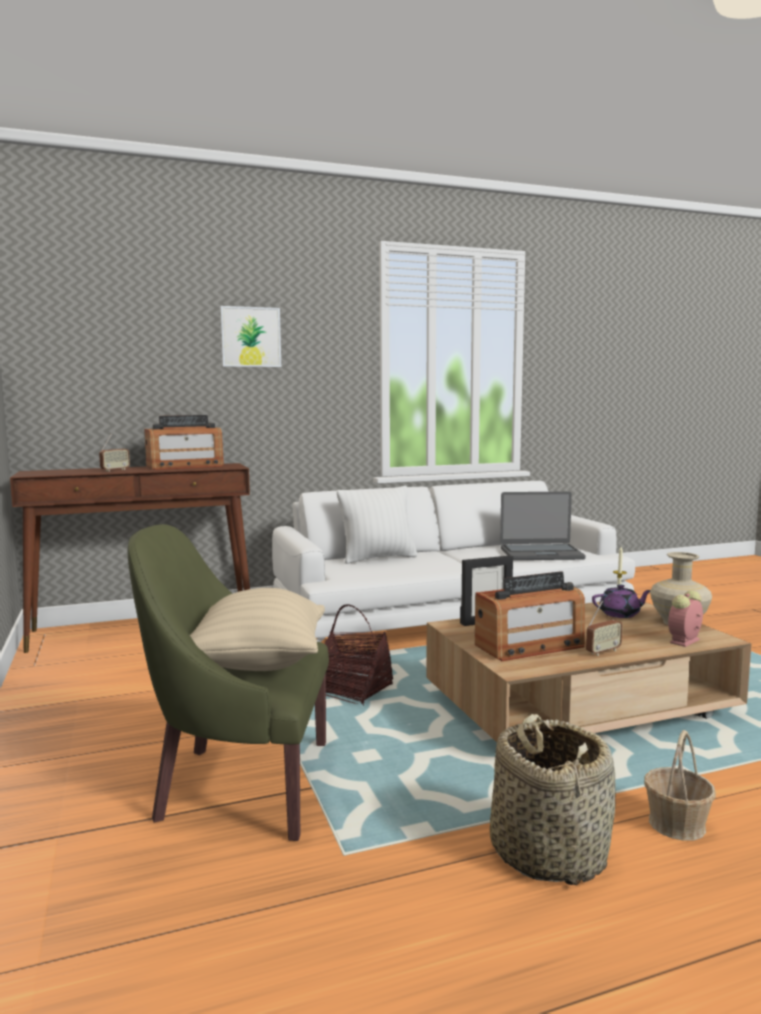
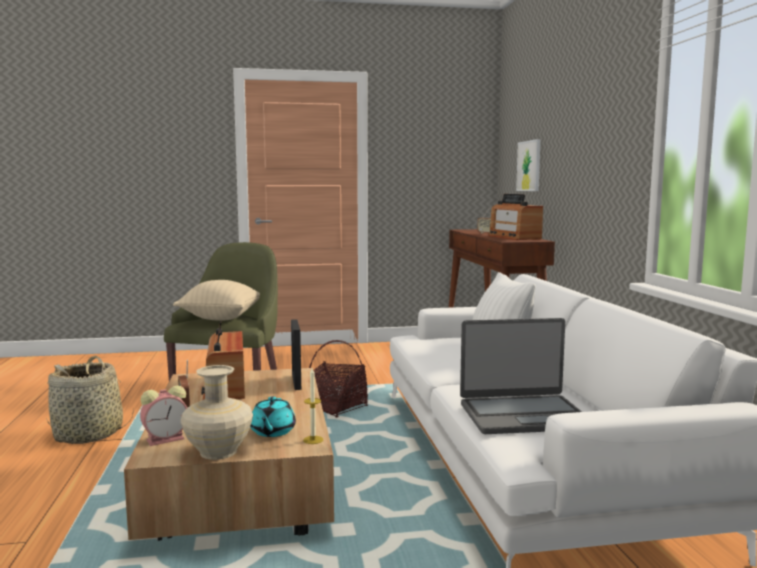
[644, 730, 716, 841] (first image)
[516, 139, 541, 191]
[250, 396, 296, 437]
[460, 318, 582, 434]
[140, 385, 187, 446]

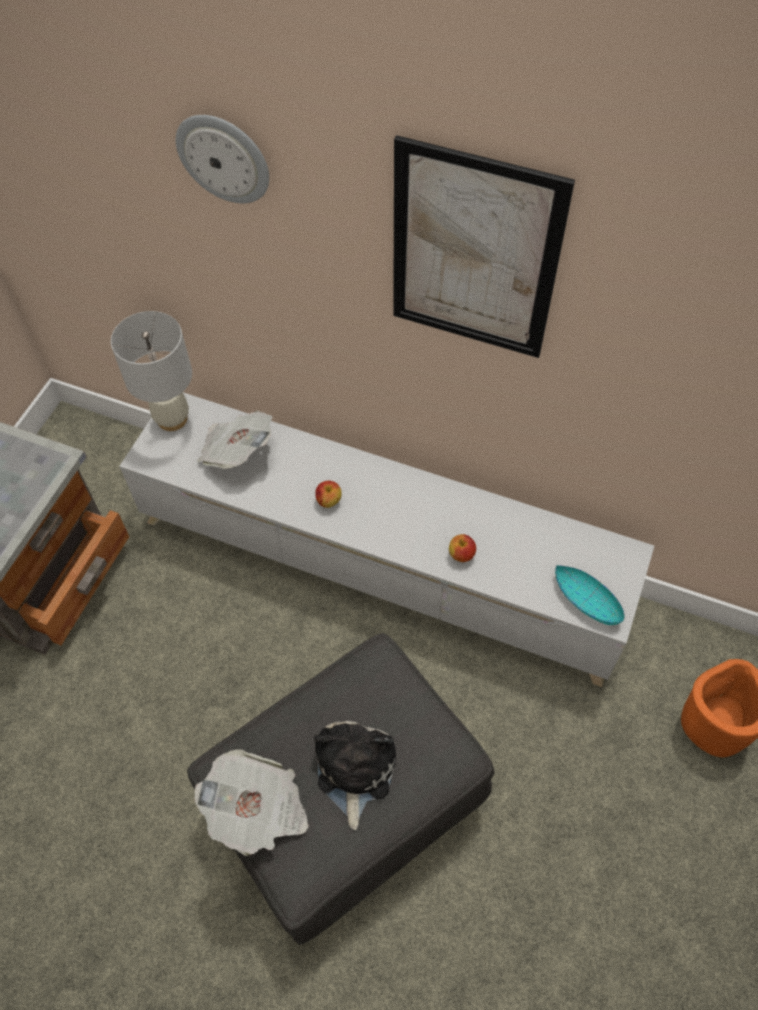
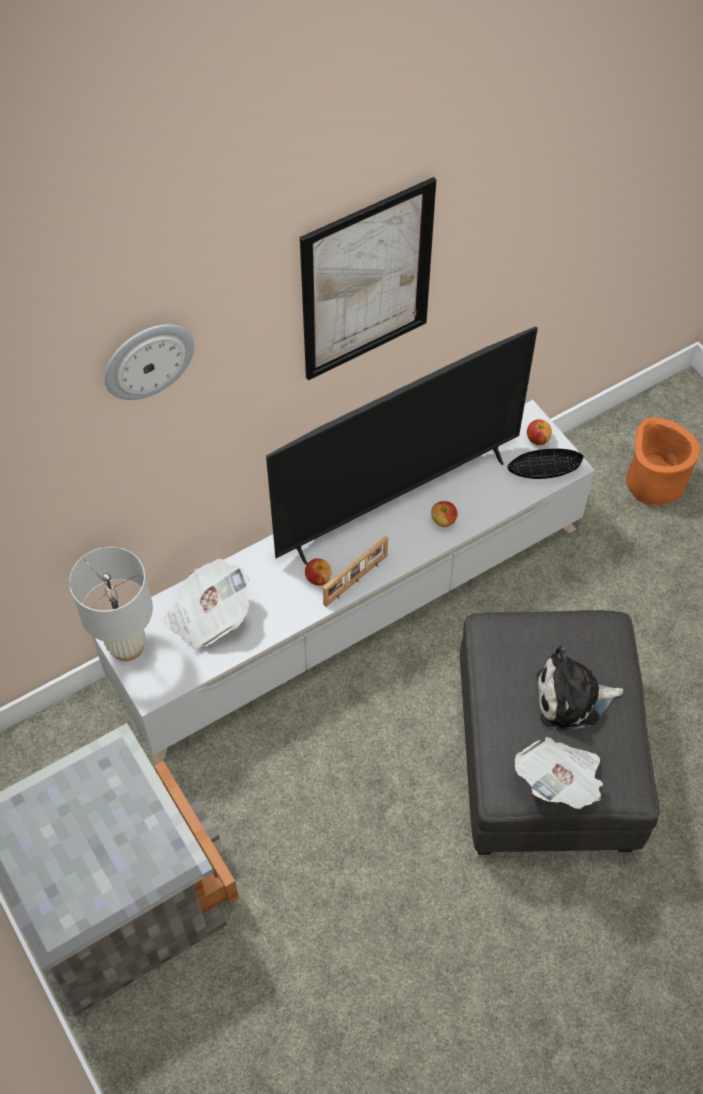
[266, 327, 538, 565]
[323, 535, 388, 607]
[527, 419, 552, 445]
[507, 448, 584, 479]
[536, 646, 623, 731]

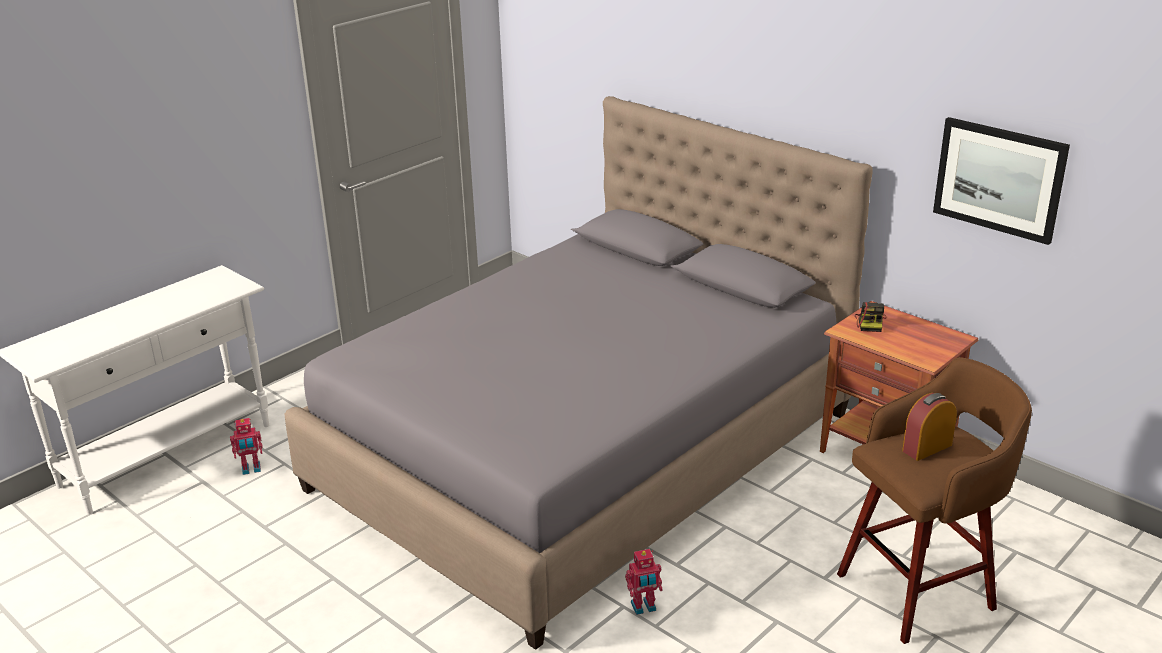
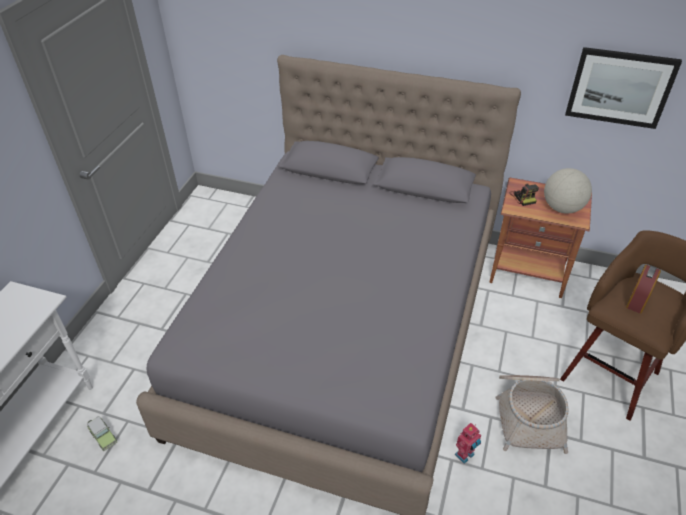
[496, 375, 569, 454]
[544, 168, 592, 214]
[87, 416, 117, 451]

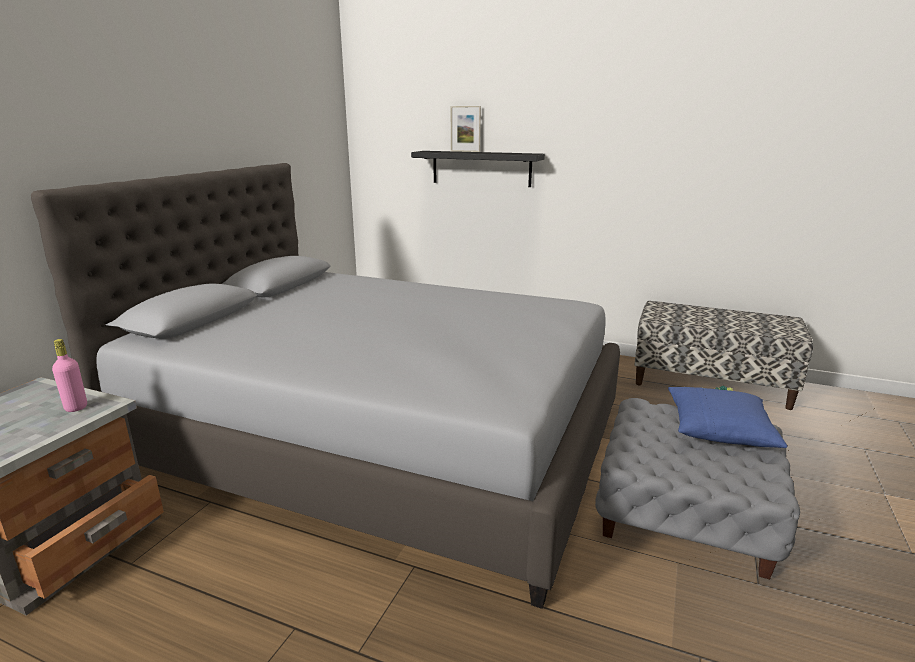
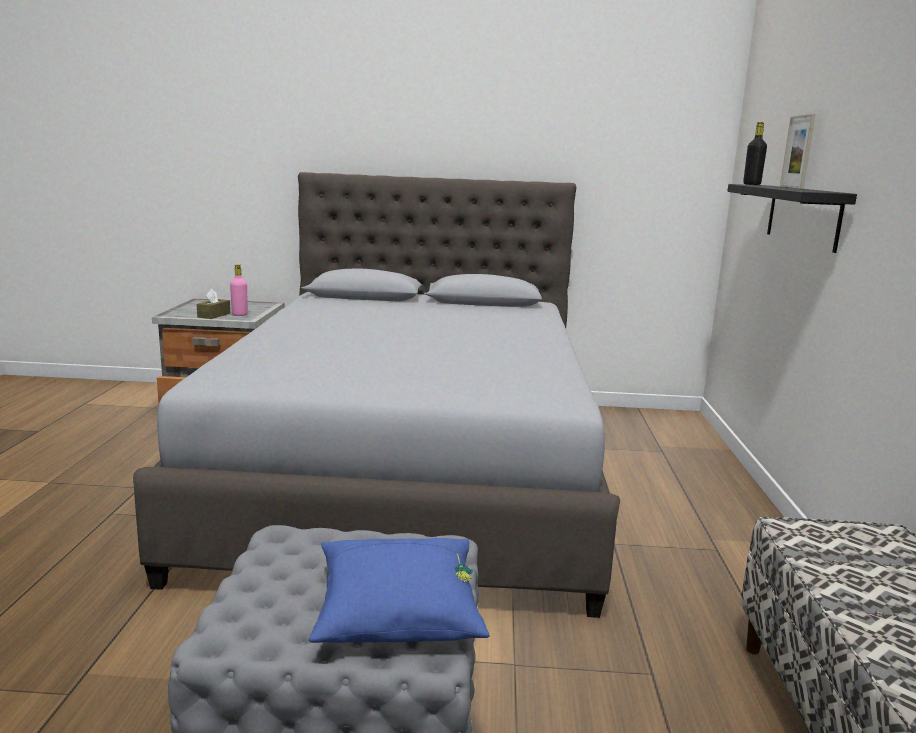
[197, 289, 230, 319]
[743, 122, 767, 185]

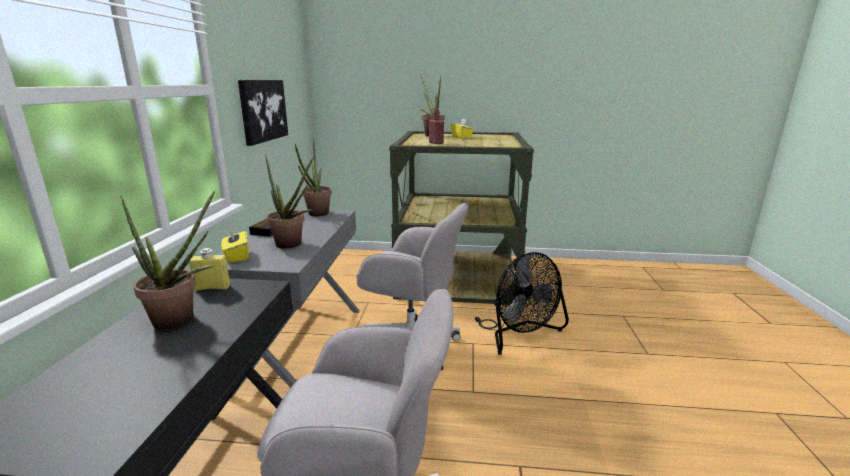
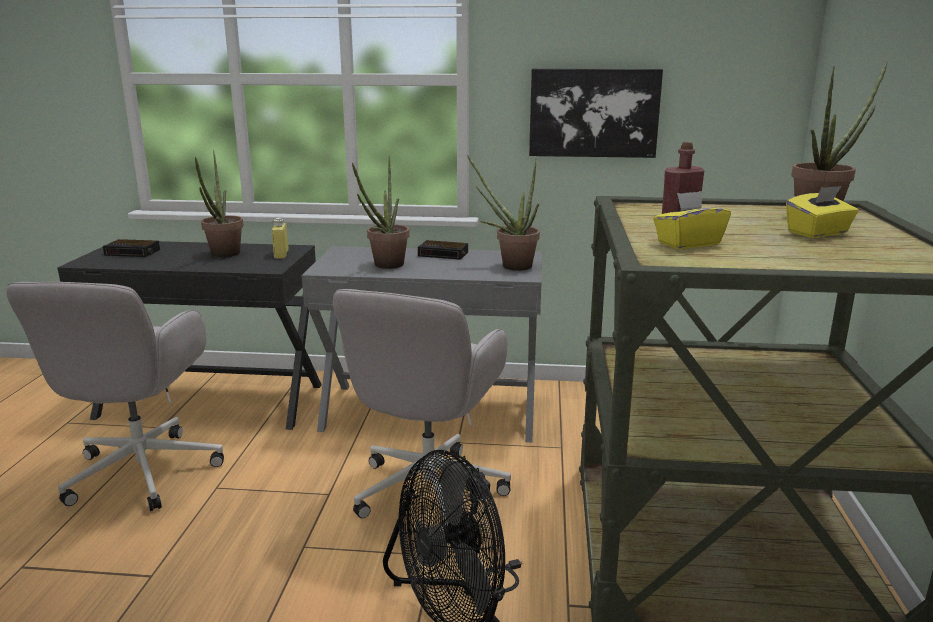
[103, 239, 160, 257]
[653, 191, 731, 249]

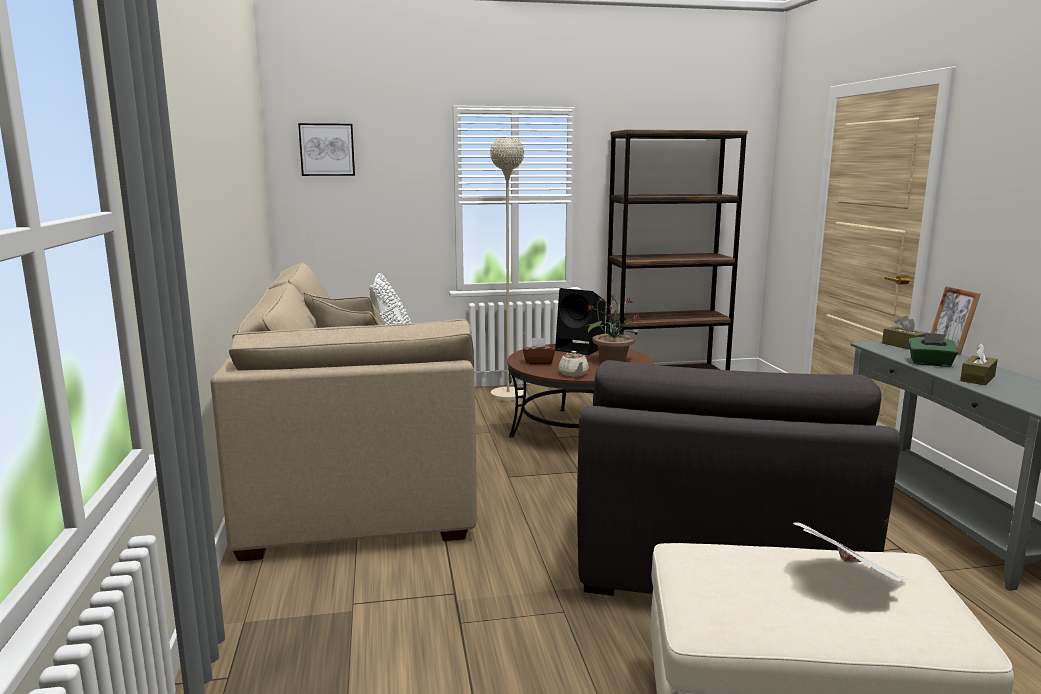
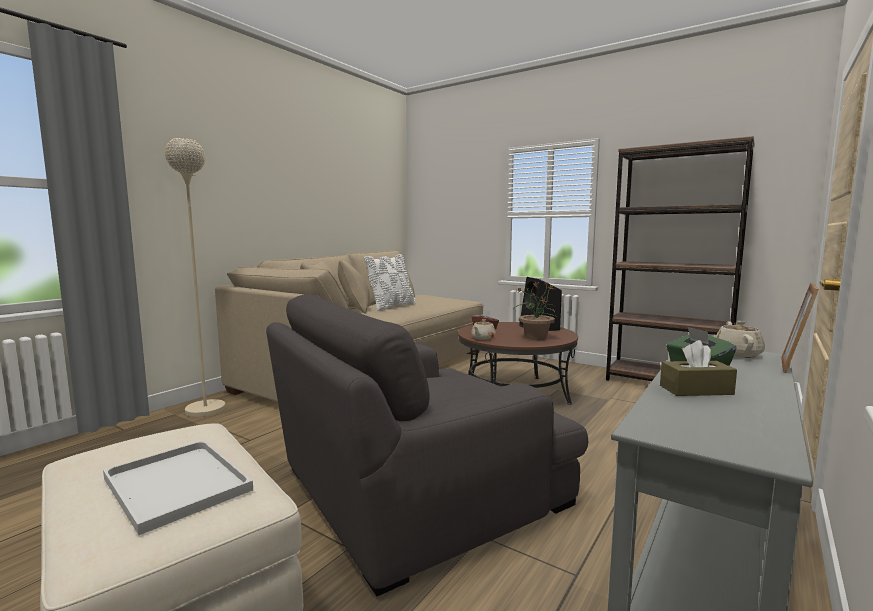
[298, 123, 355, 176] (first image)
[165, 138, 226, 417]
[103, 440, 253, 535]
[715, 321, 765, 358]

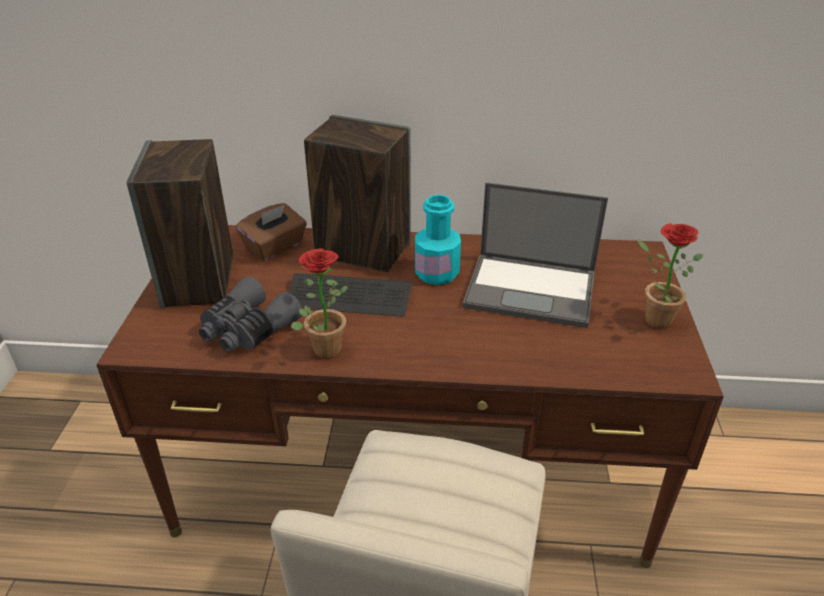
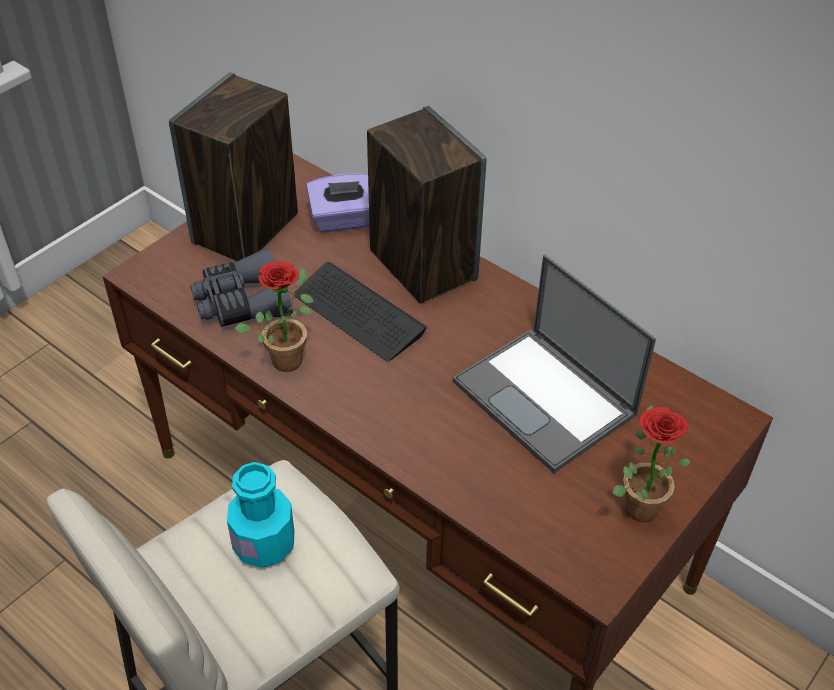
[227, 462, 294, 568]
[306, 174, 370, 232]

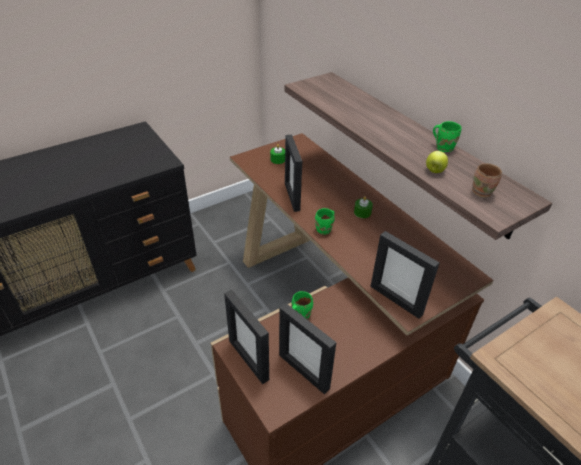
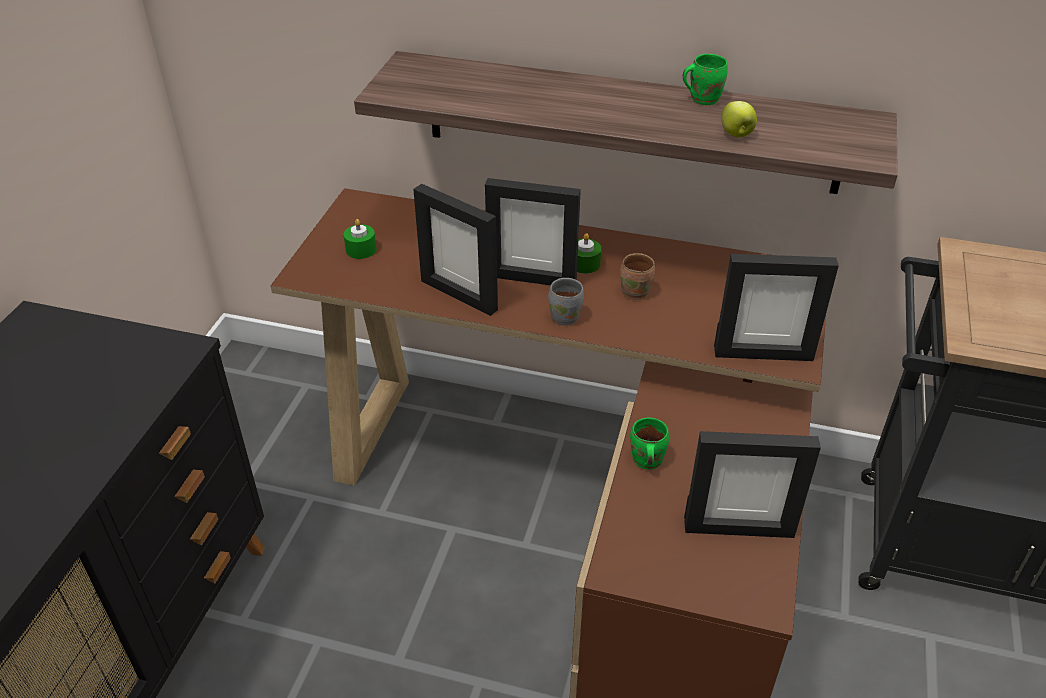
[485, 178, 581, 285]
[620, 253, 655, 300]
[548, 278, 584, 326]

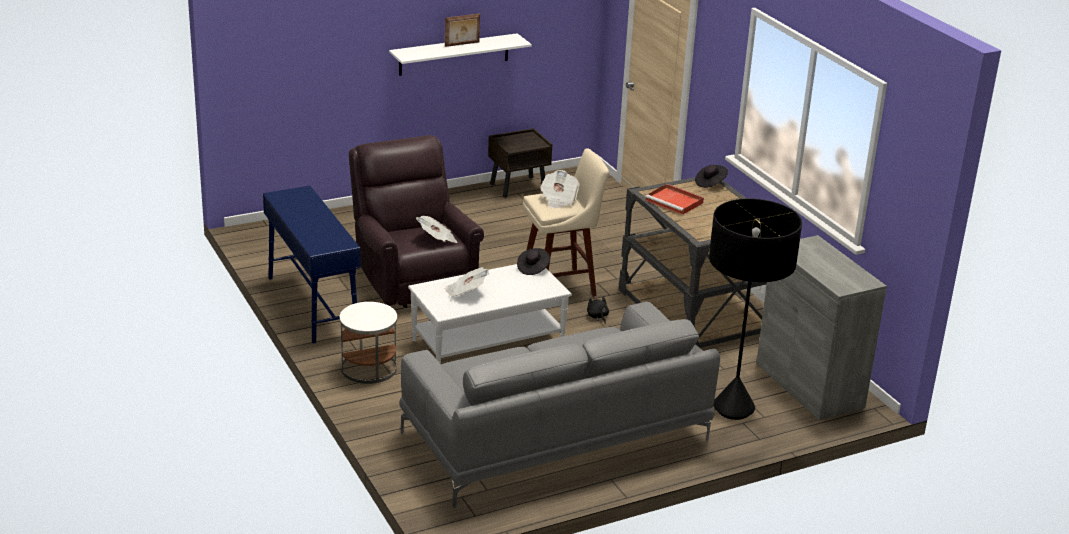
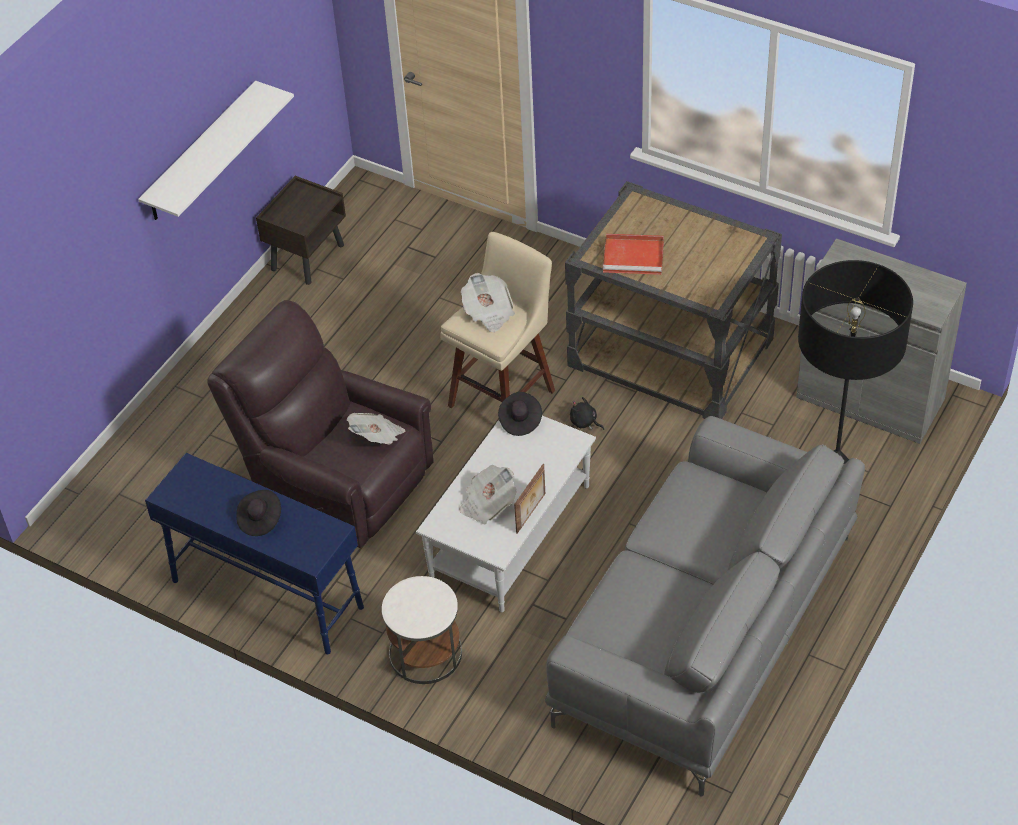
[514, 464, 545, 533]
[236, 490, 281, 536]

